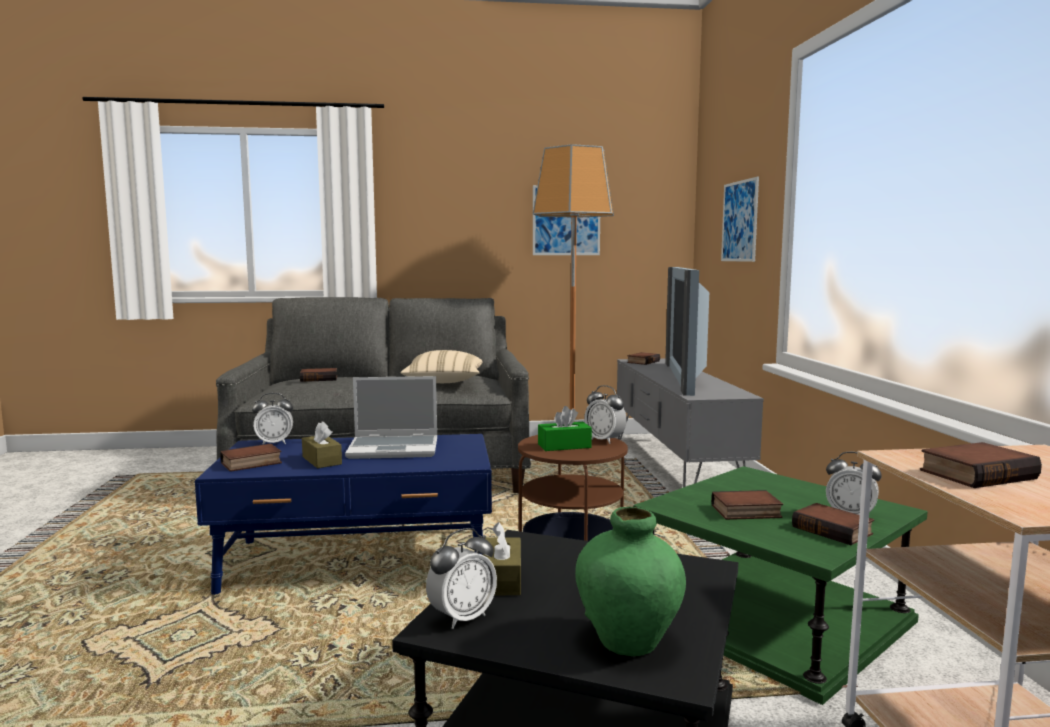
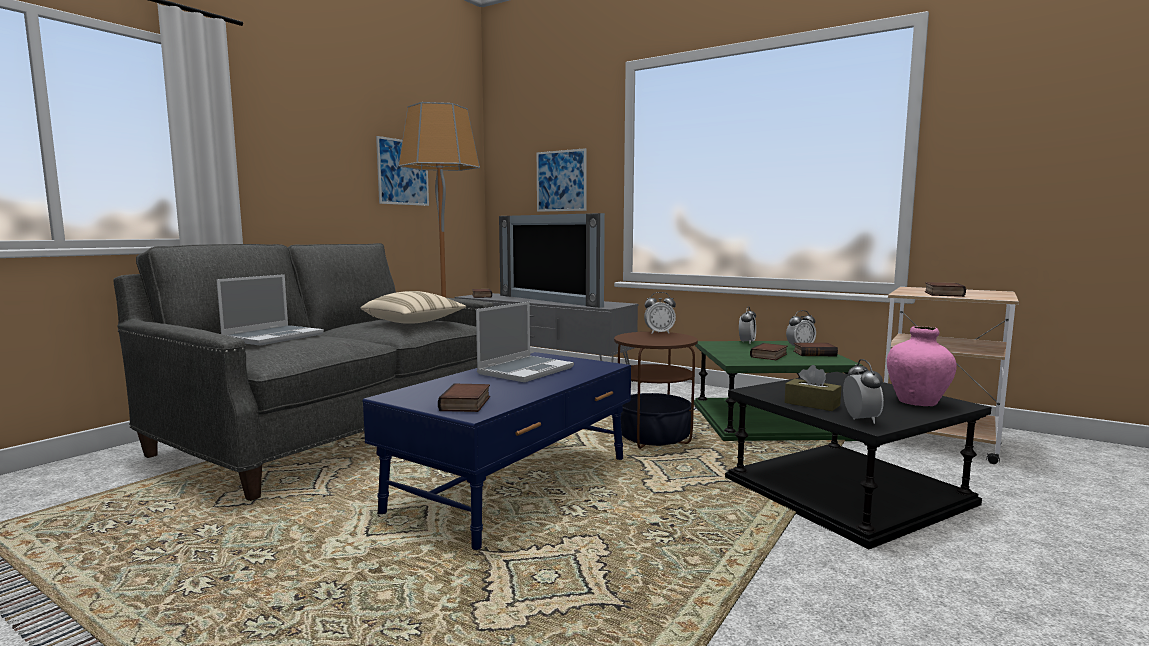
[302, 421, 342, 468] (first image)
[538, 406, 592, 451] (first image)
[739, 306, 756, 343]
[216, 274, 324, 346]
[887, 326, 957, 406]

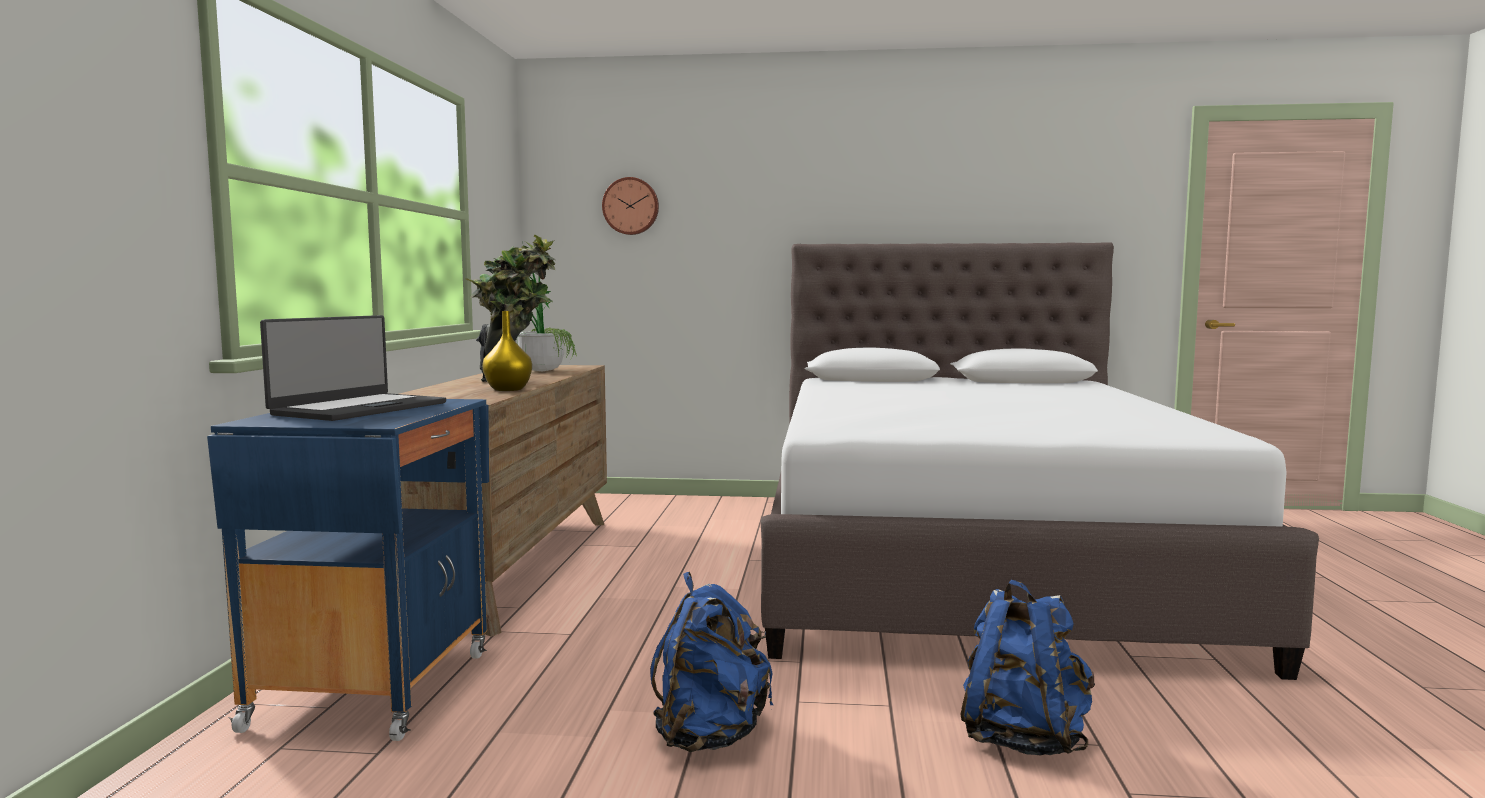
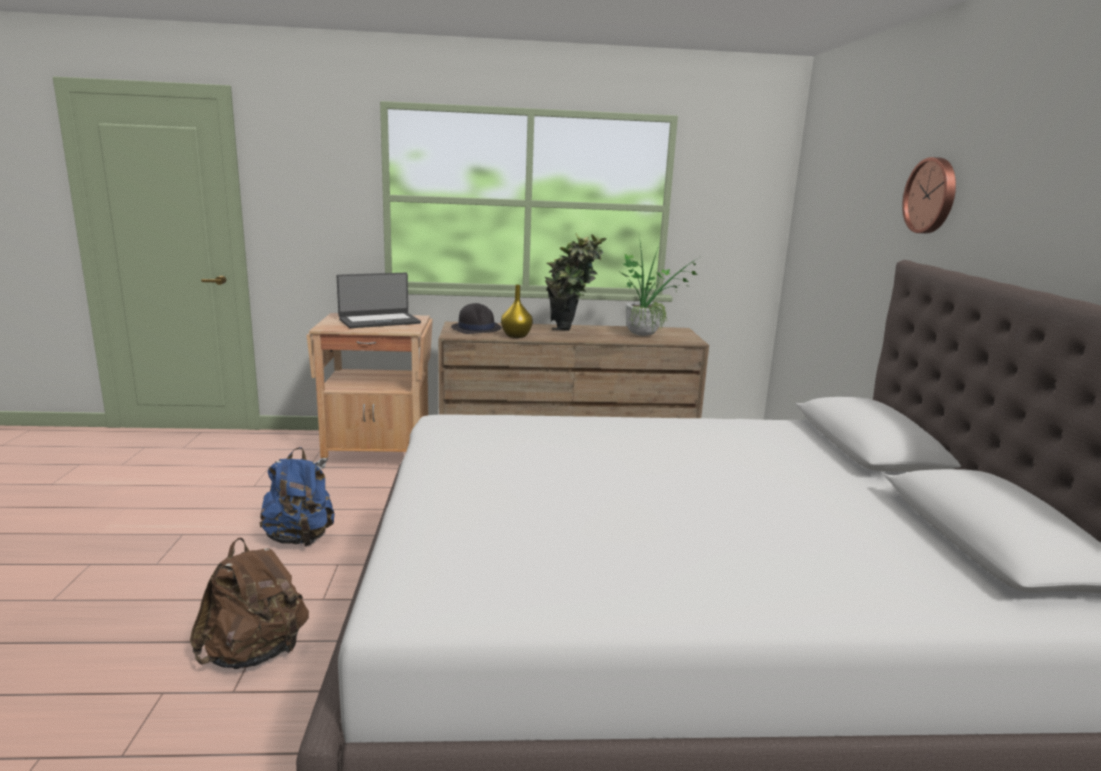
[451, 303, 502, 334]
[902, 157, 956, 233]
[307, 313, 433, 469]
[190, 538, 309, 669]
[337, 273, 421, 328]

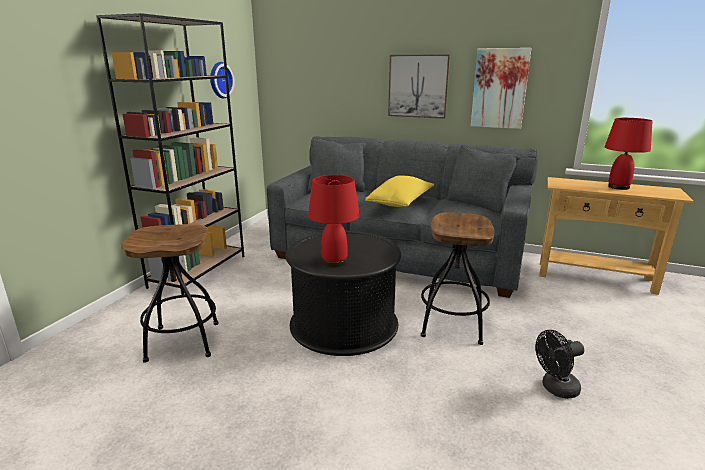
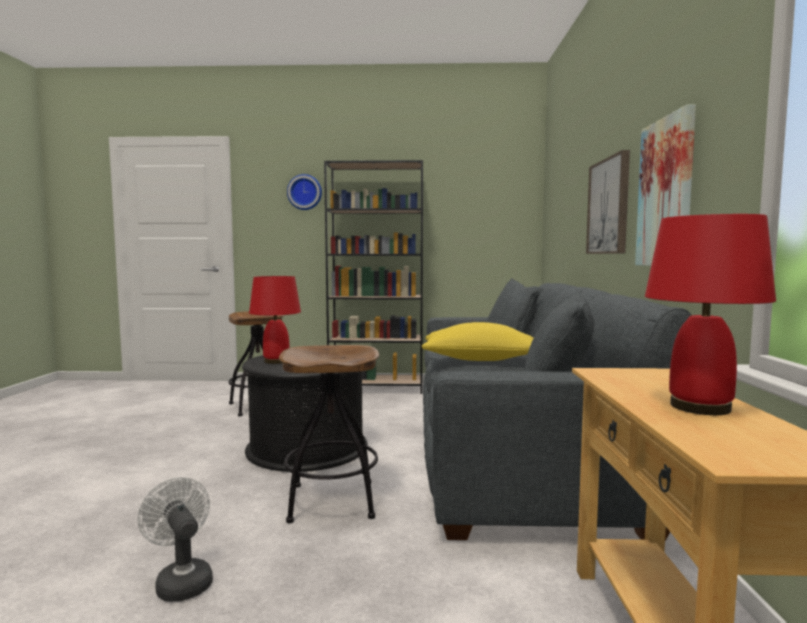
[287, 174, 322, 210]
[138, 477, 213, 602]

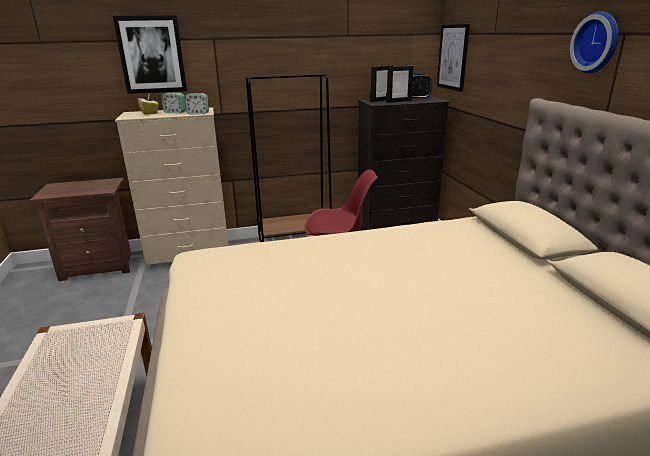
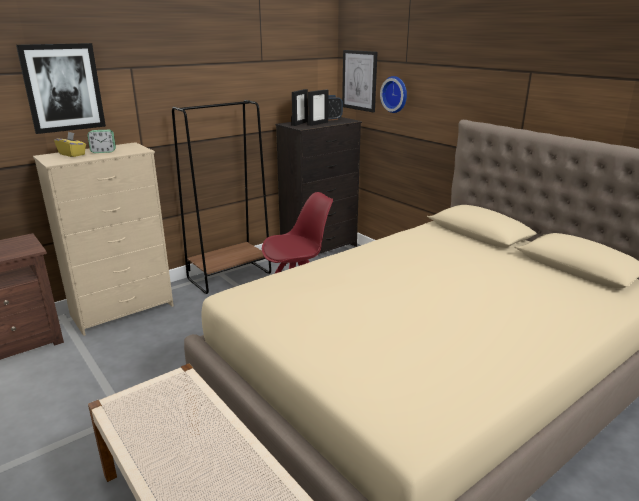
[184, 93, 209, 114] (first image)
[380, 76, 407, 113]

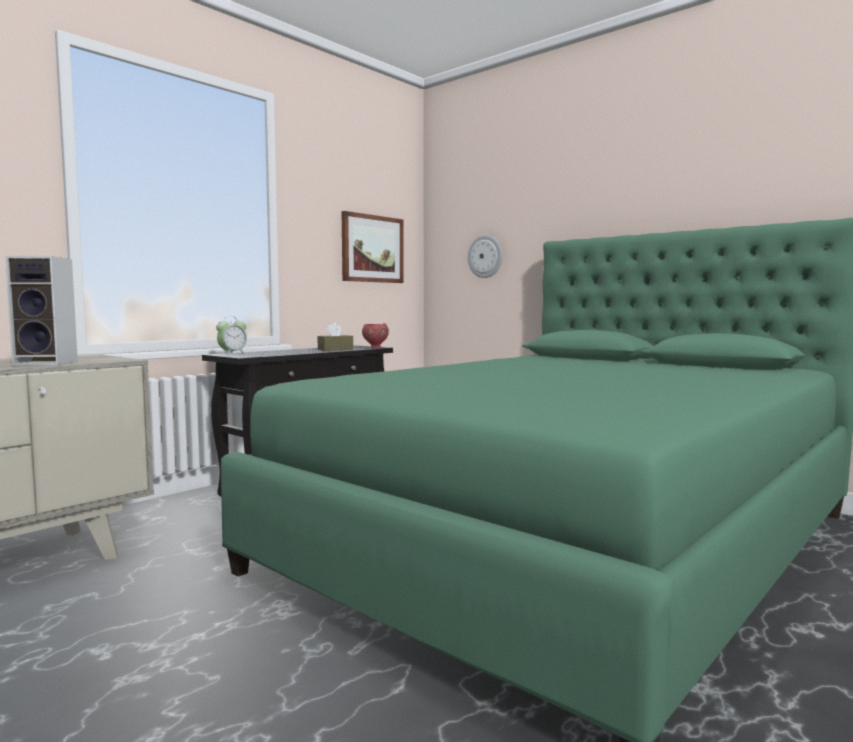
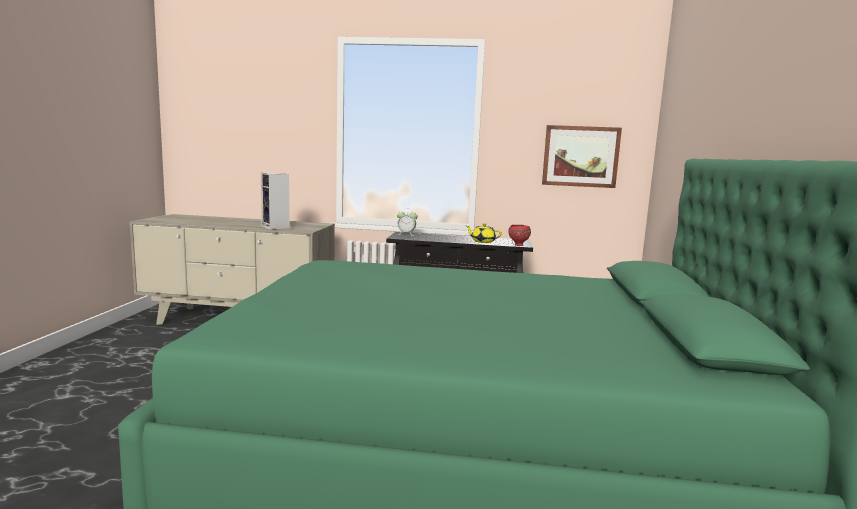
[468, 235, 502, 278] (first image)
[466, 223, 502, 243]

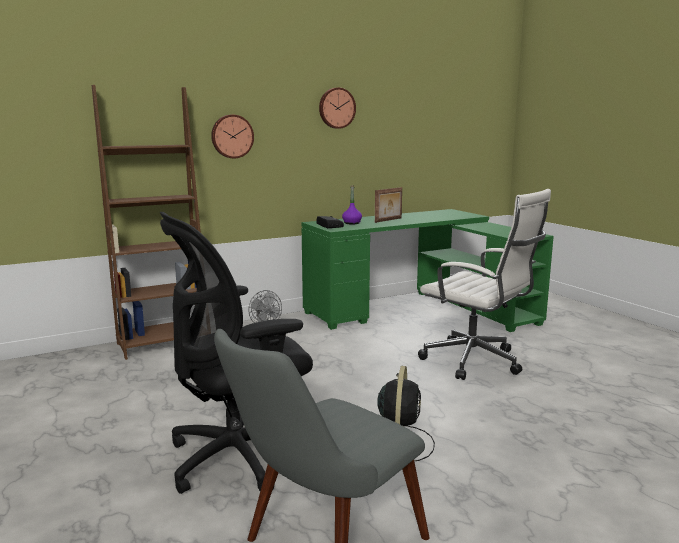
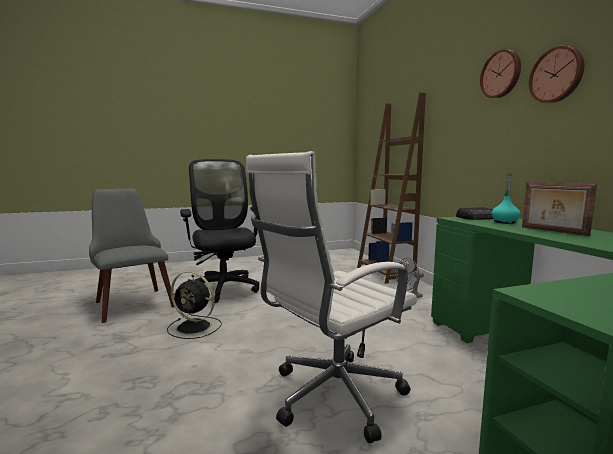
[480, 49, 521, 98]
[492, 174, 520, 224]

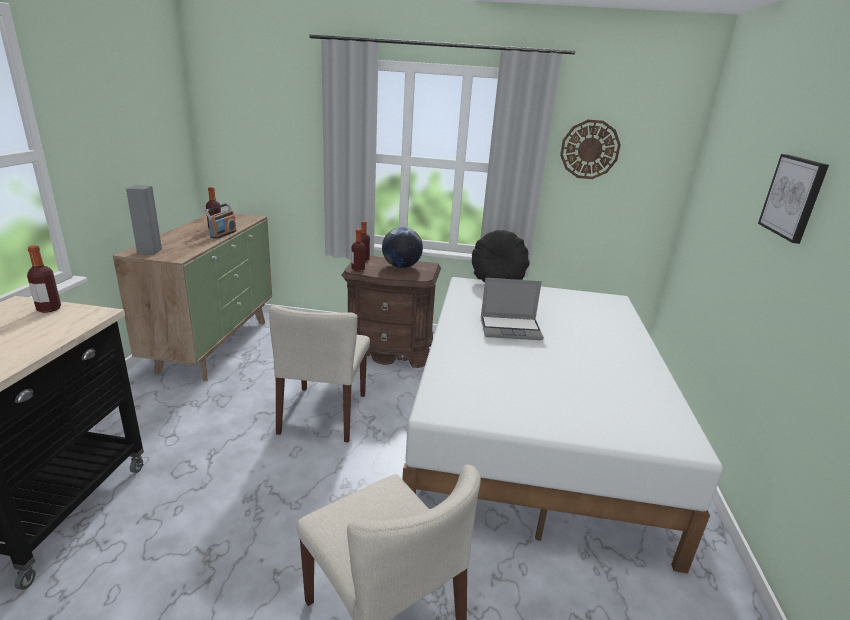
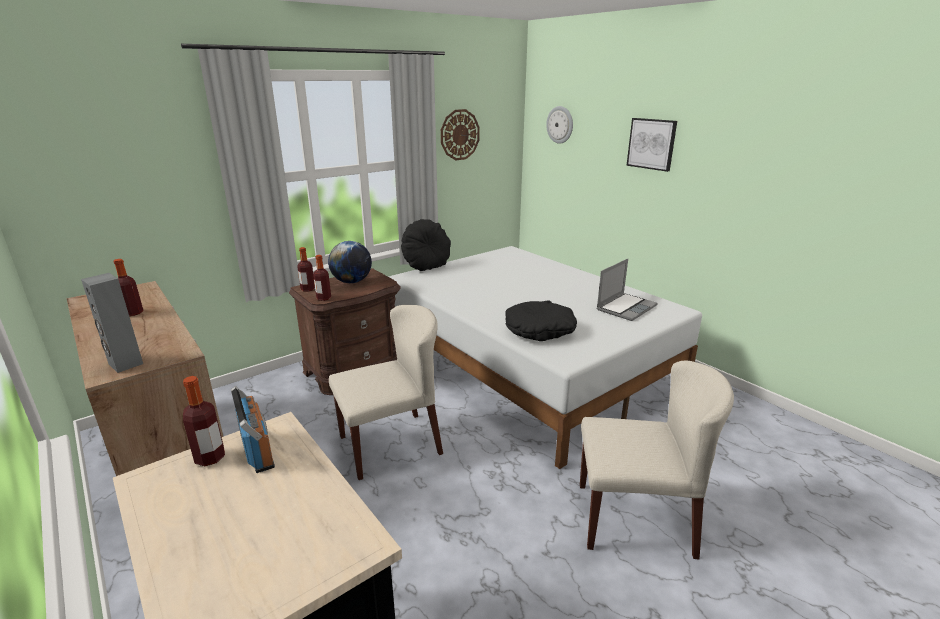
[505, 300, 577, 341]
[546, 106, 573, 144]
[231, 386, 275, 473]
[596, 259, 658, 321]
[329, 305, 443, 480]

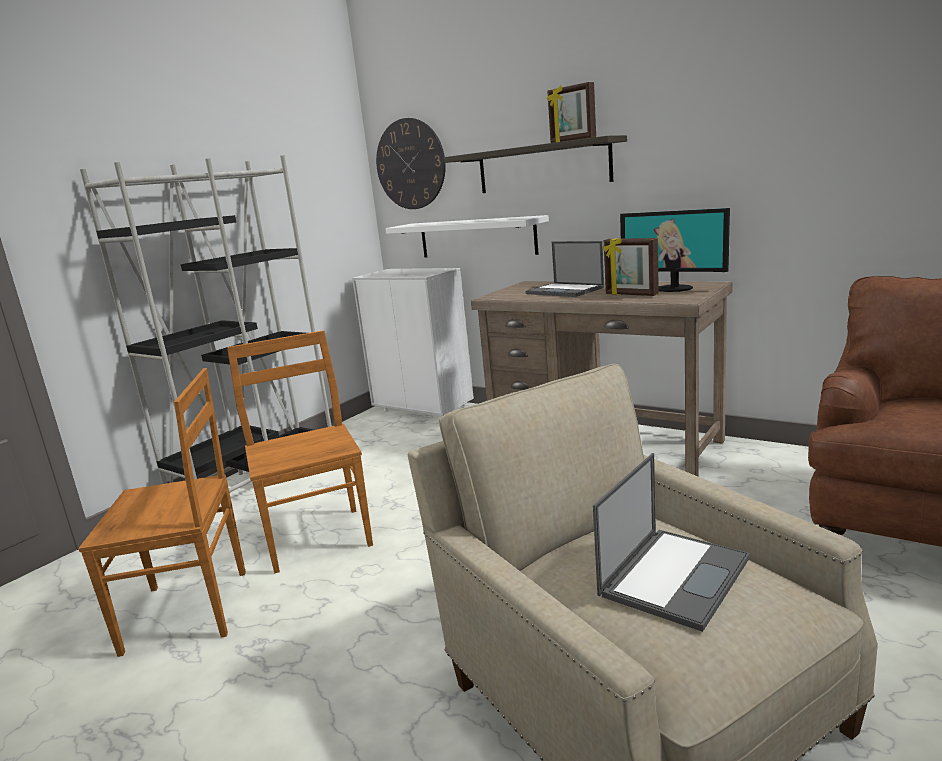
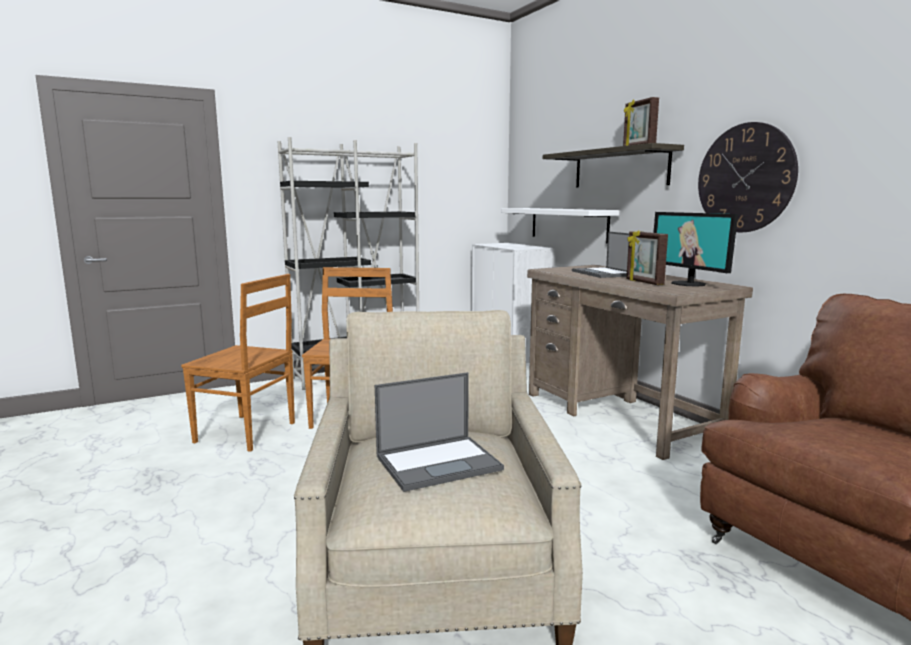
[698, 122, 798, 232]

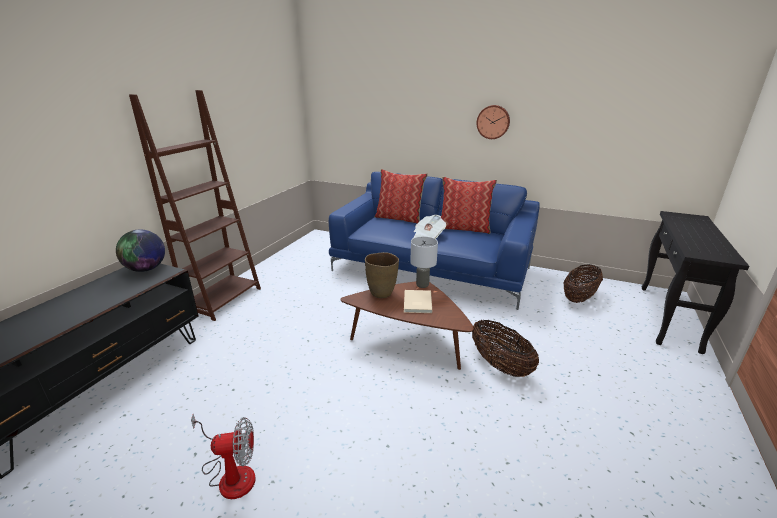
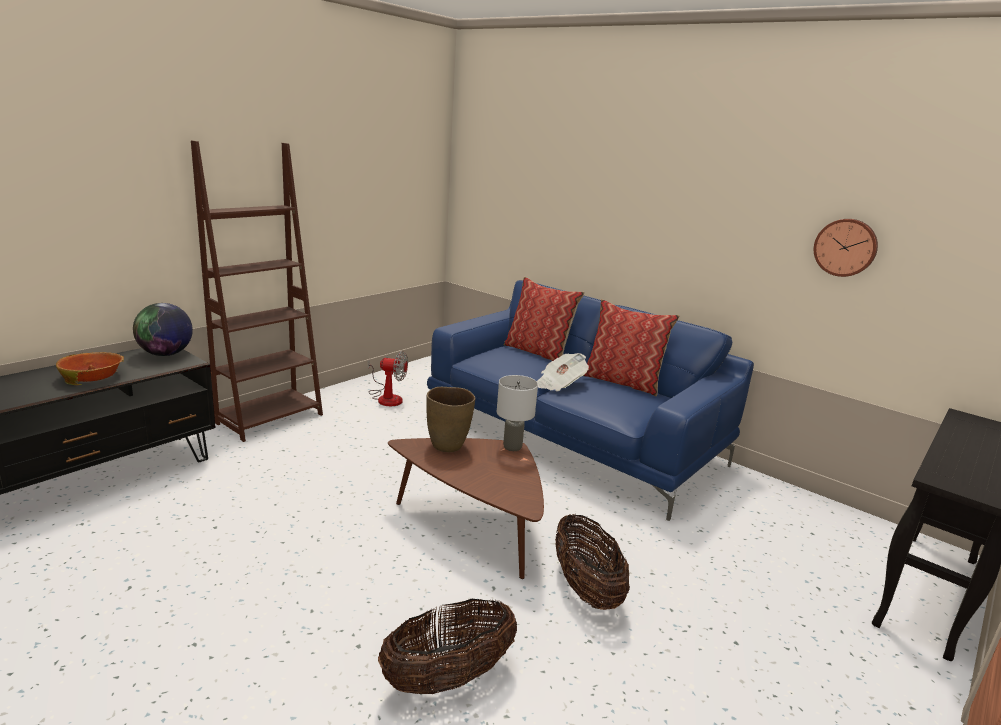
[404, 290, 432, 313] (first image)
[56, 352, 124, 385]
[368, 351, 408, 406]
[814, 219, 878, 277]
[378, 599, 517, 695]

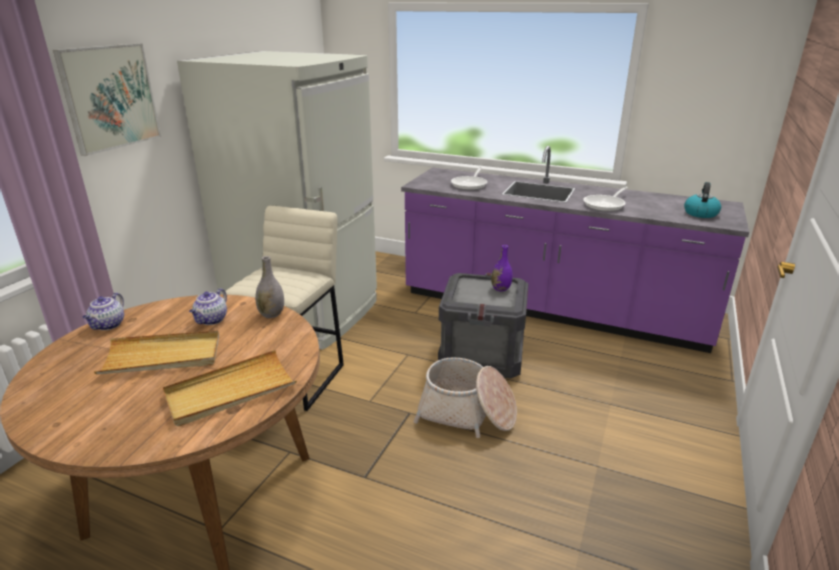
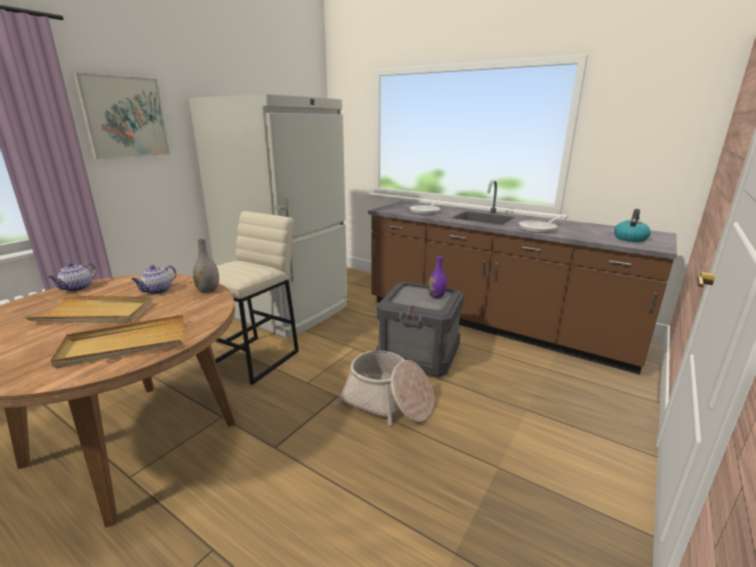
[368, 180, 677, 375]

